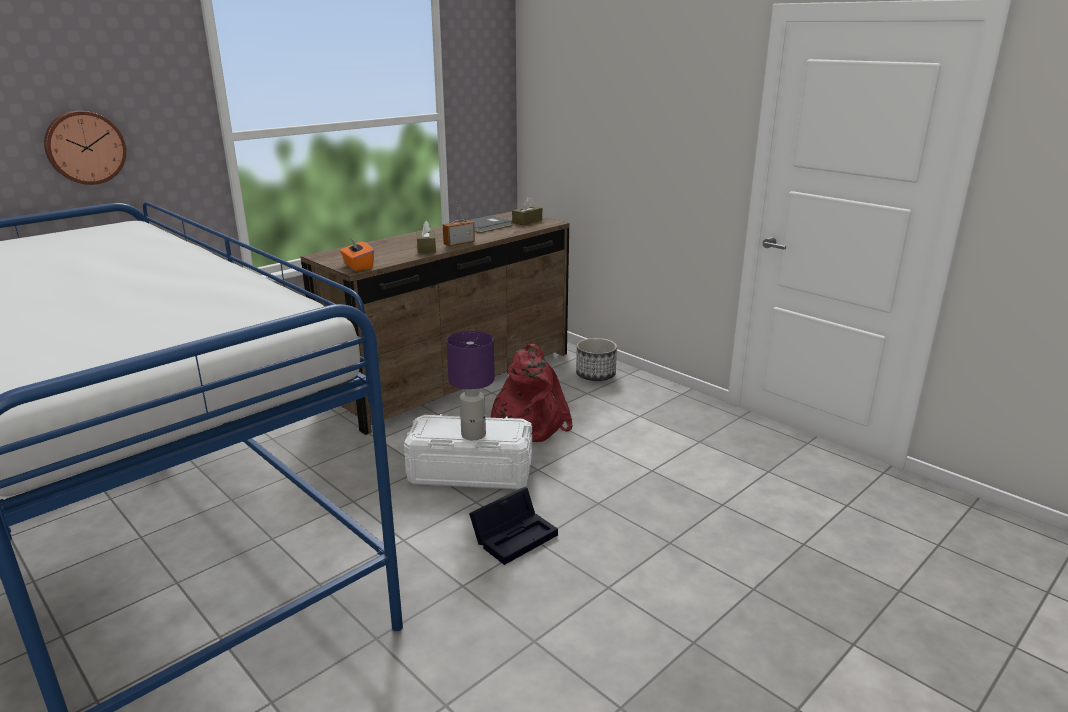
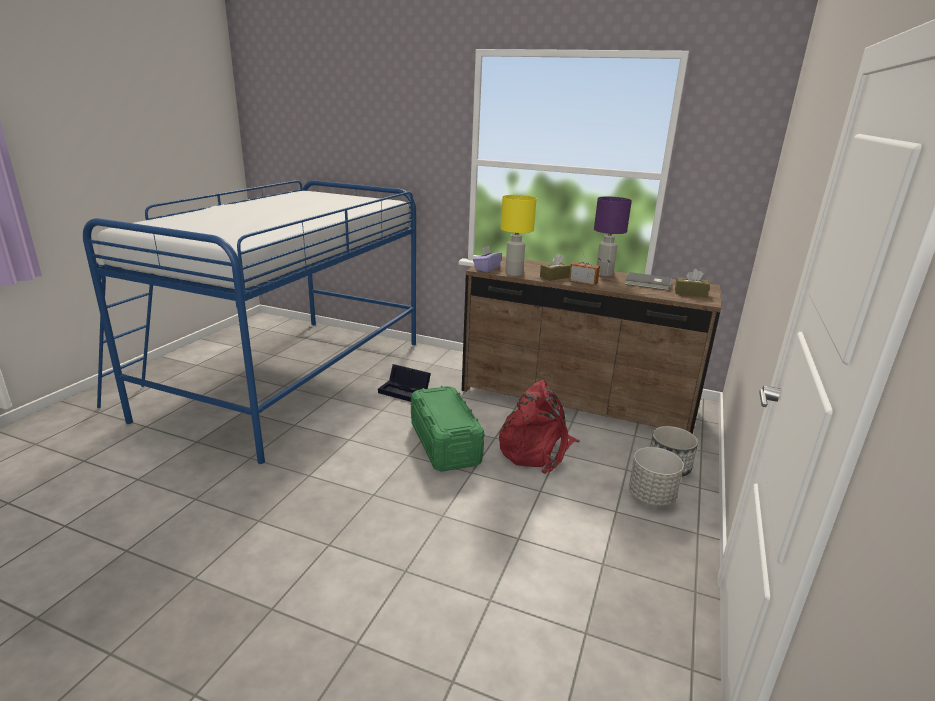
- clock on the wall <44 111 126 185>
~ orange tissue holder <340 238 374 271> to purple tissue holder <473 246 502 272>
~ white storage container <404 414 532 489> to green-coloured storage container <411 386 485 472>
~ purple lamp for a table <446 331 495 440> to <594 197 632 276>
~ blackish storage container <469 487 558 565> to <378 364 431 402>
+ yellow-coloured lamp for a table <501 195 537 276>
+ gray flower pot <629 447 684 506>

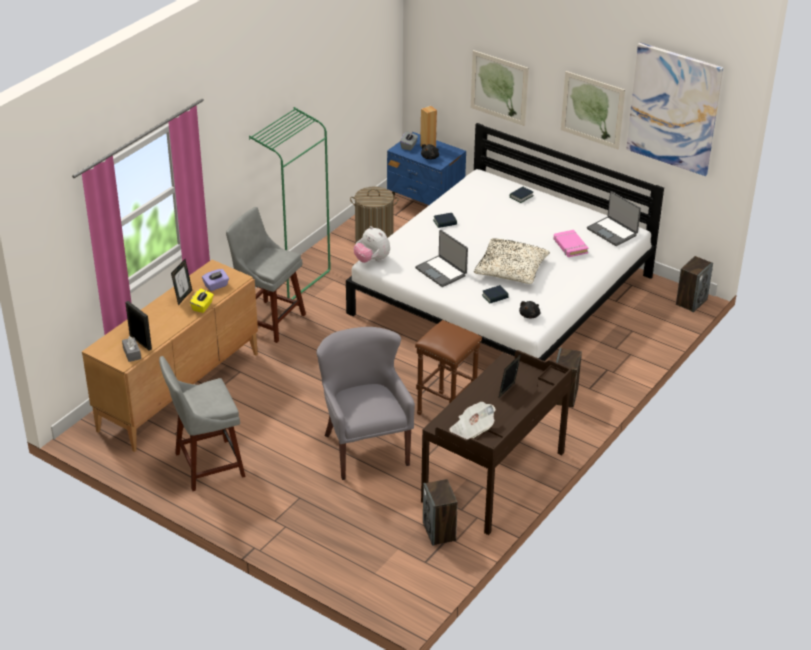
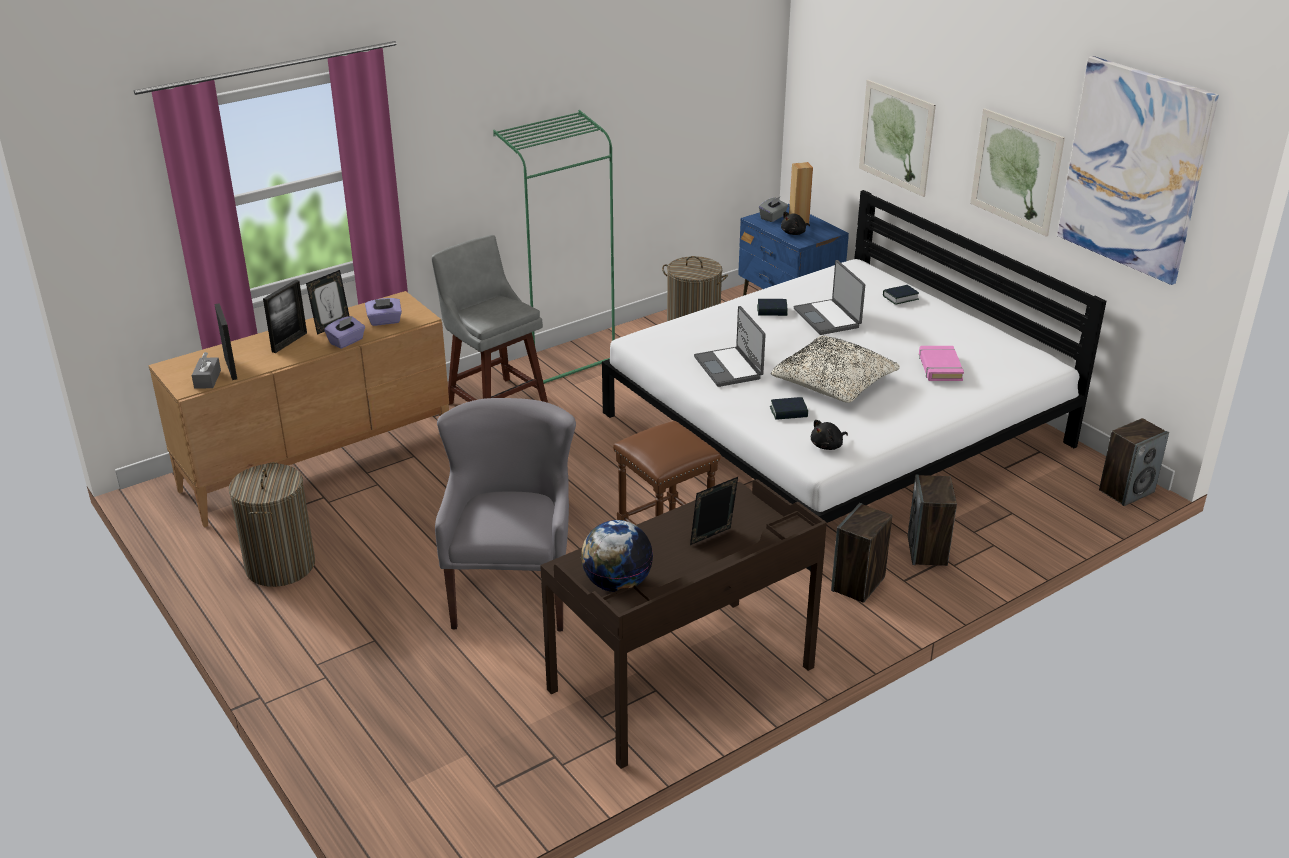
~ gray chair <159 356 245 491> to laundry basket <229 462 315 587>
~ yellow-coloured tissue holder <190 289 214 313> to purple tissue holder <324 316 365 349>
- cuddly toy <353 226 390 263>
~ loudspeaker <423 479 458 546> to <908 474 957 566>
~ newspaper <449 402 496 439> to globe <581 520 653 592>
~ portable computer <587 191 641 246> to <794 260 865 335>
+ standing frame <263 280 307 353>

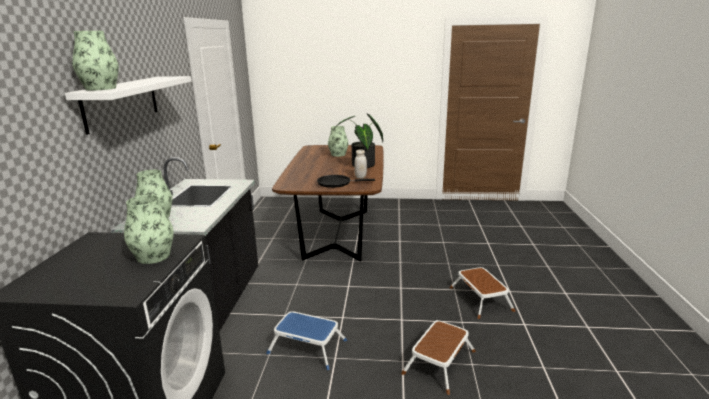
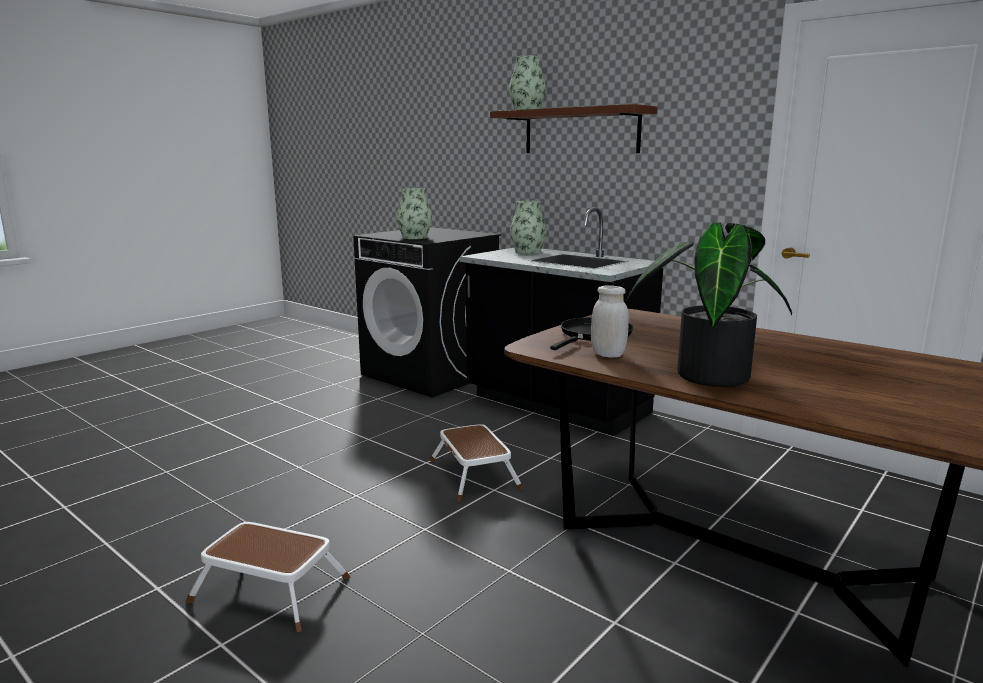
~ white wall shelf <65 76 191 135> to brownish wall shelf <490 104 658 153>
- blue stepladder <266 311 347 370>
- flower vase <328 126 348 157>
~ brownish stepladder <401 320 476 395> to <430 424 524 502>

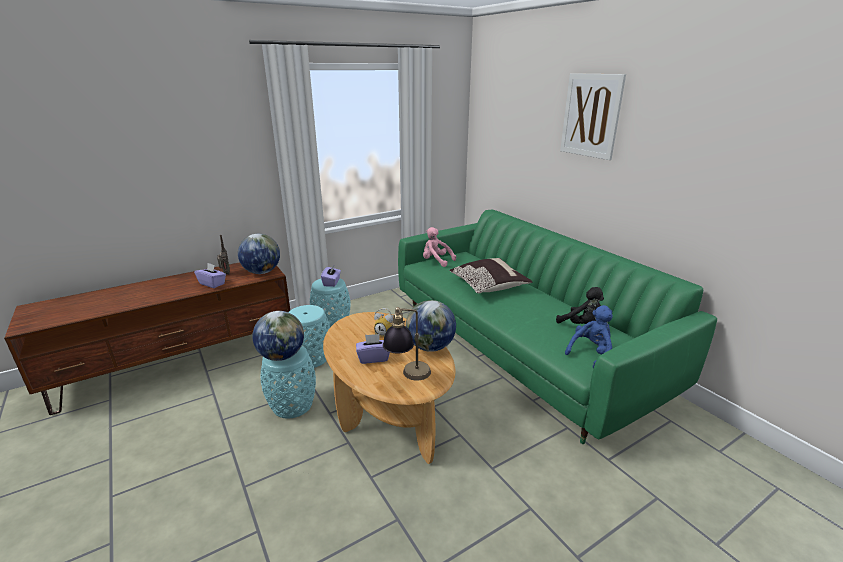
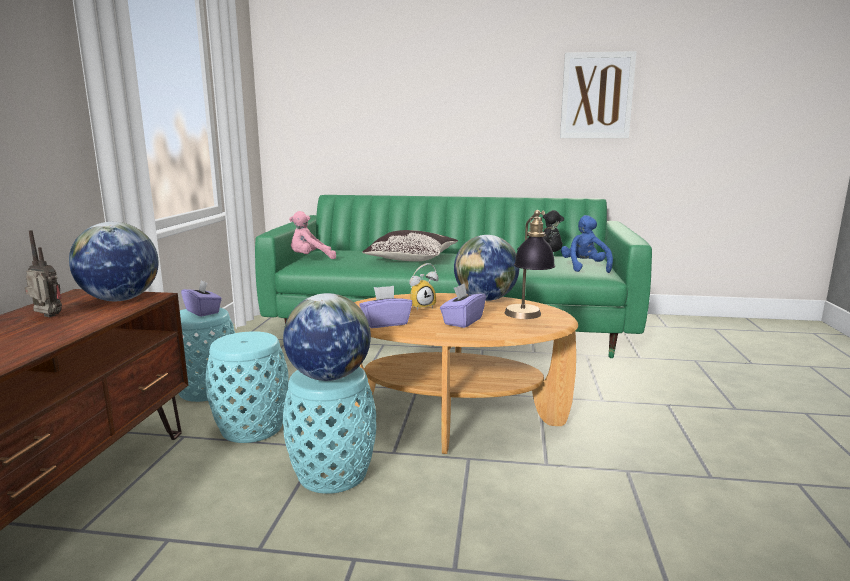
~ purple tissue holder <194 263 226 288> to <359 286 412 328>
~ wall art <560 73 626 160> to <560 51 637 138>

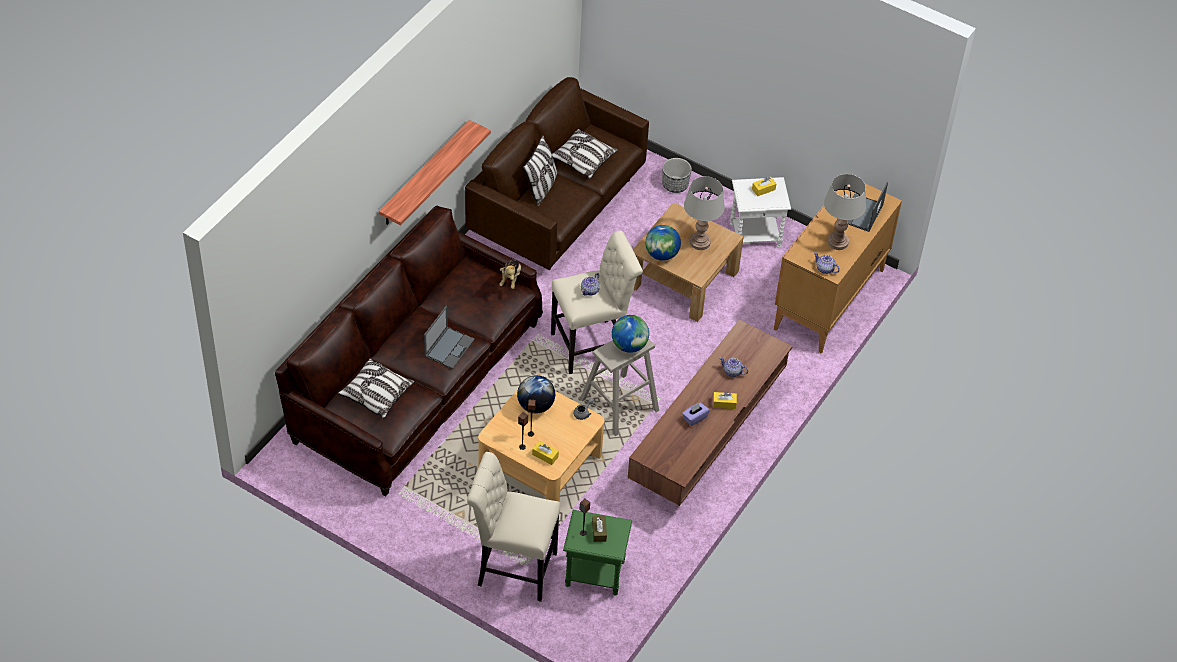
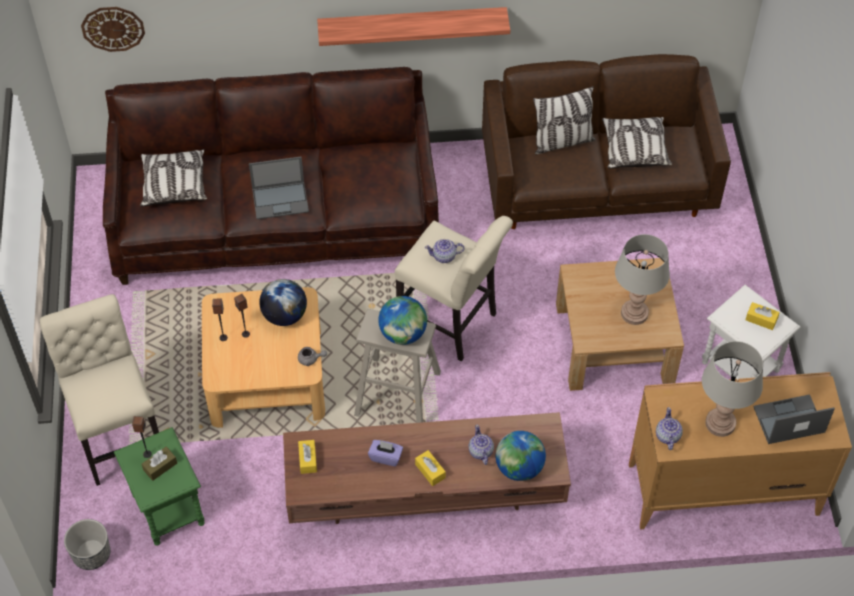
- cuddly toy <499 259 521 289>
~ yellow-coloured tissue holder <532 441 559 465> to <298 440 317 474>
~ globe <645 225 681 261> to <496 431 546 481>
~ flower pot <662 158 692 193> to <64 519 110 570>
+ clock on the wall <81 7 145 52>

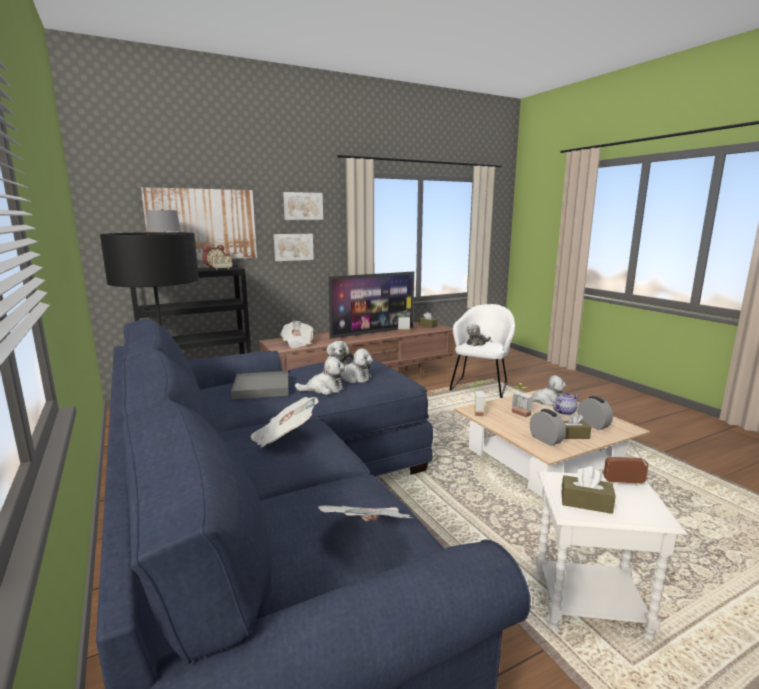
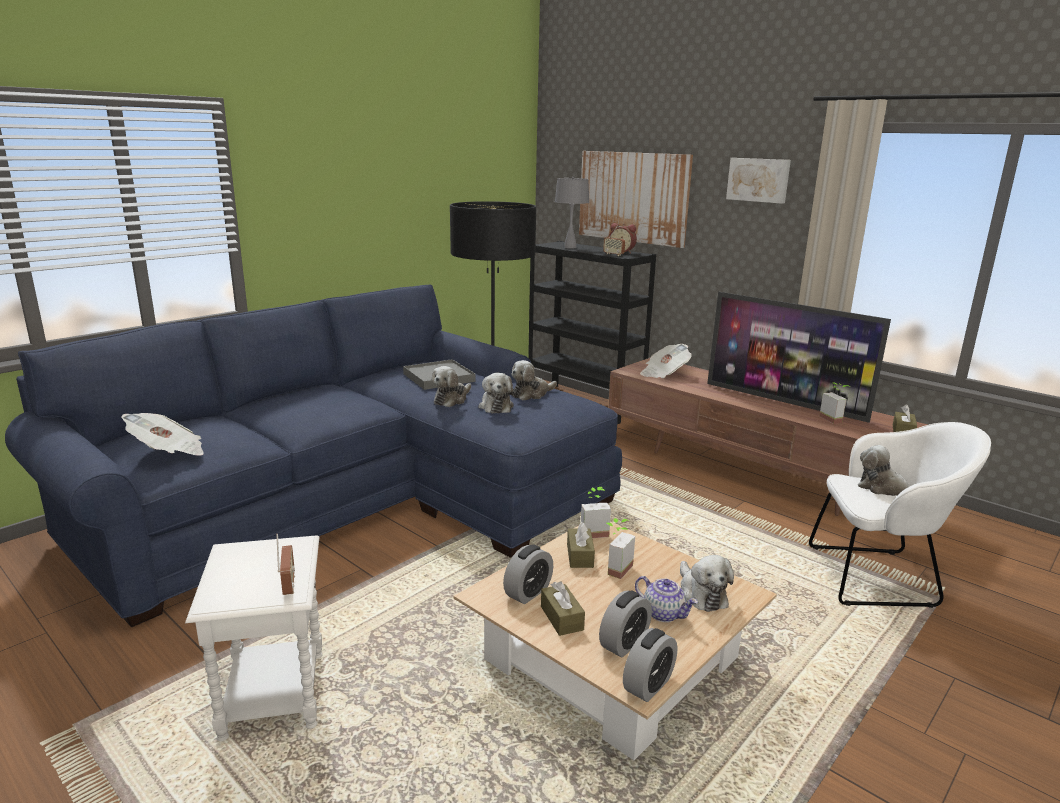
- newspaper <250 397 318 448>
- wall art <274 234 314 261>
~ cuddly toy <295 357 345 395> = <431 366 471 407> 60 degrees clockwise
~ brownish tissue holder <561 466 616 514> to <567 522 595 568>
+ bedside clock <623 628 677 702>

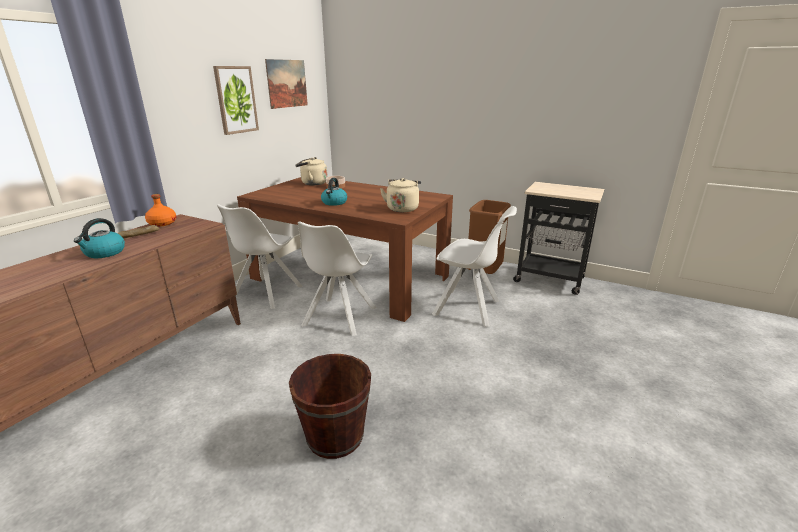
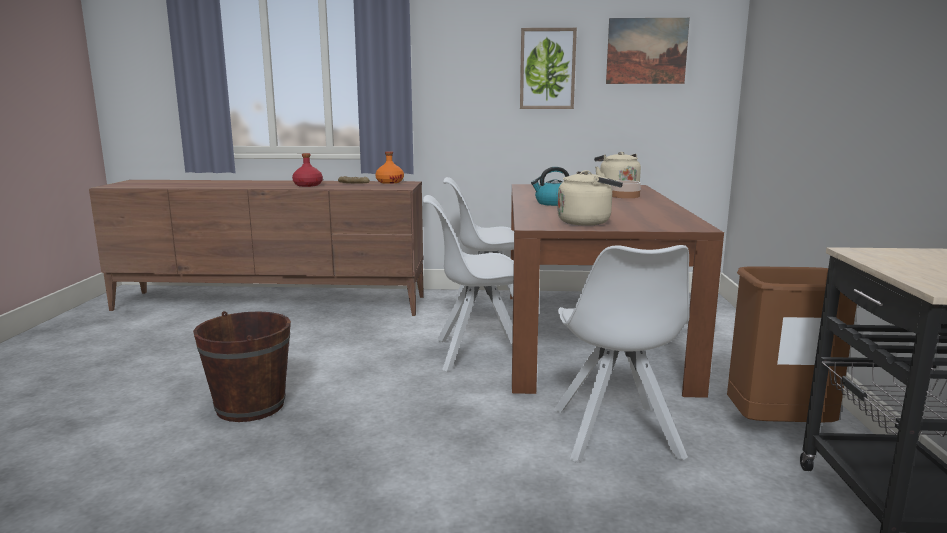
~ water kettle <74 218 125 258> to red-coloured drink bottle <292 153 323 187>

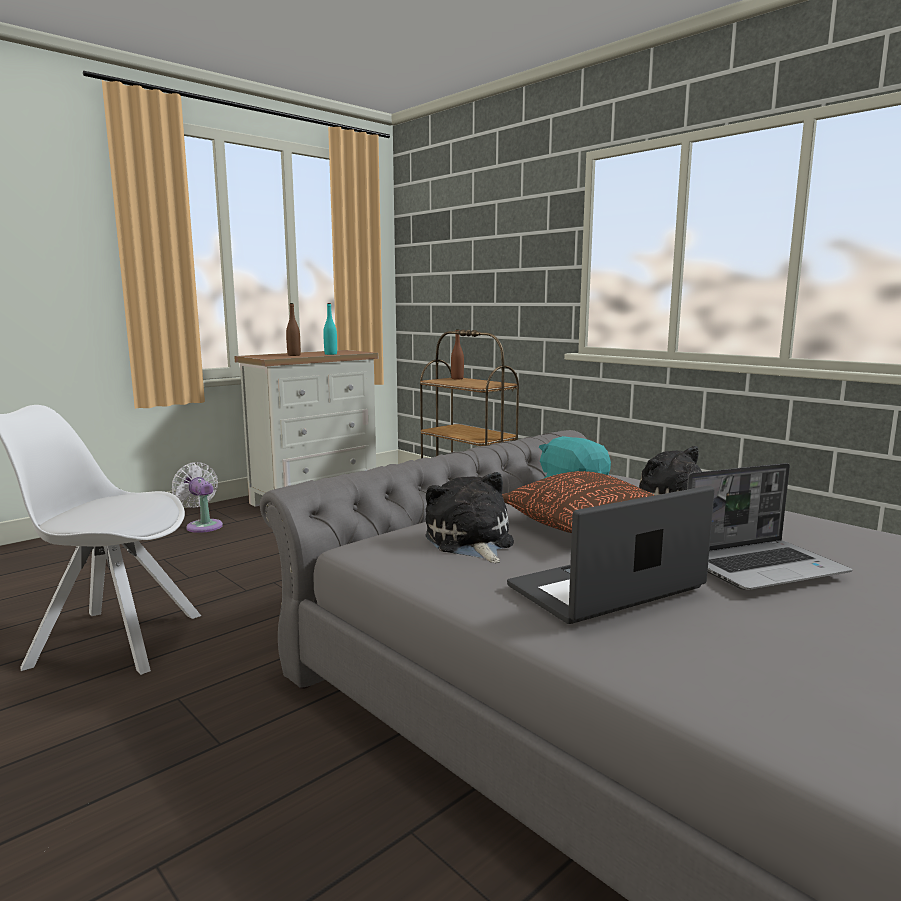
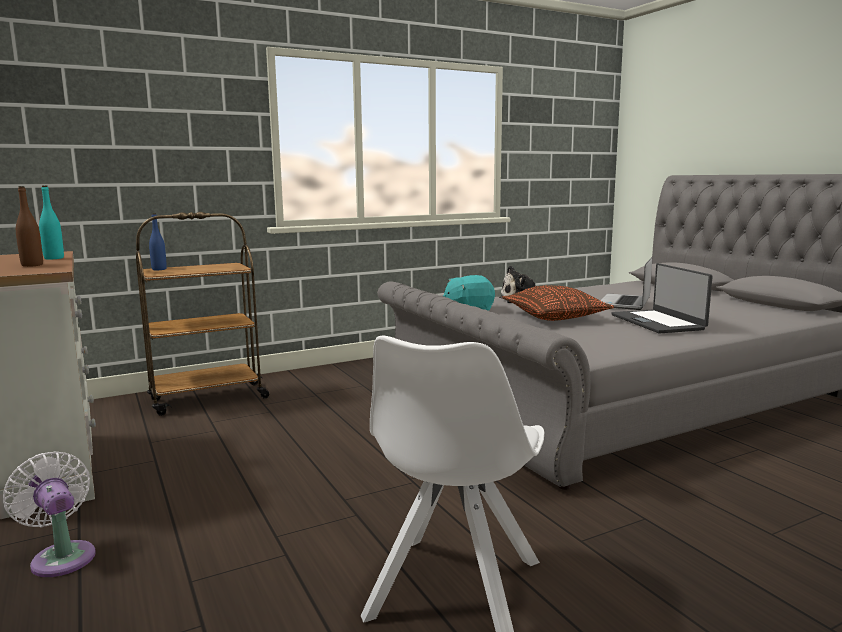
~ white fan <172 462 223 533> = <3 452 96 577> 75 degrees clockwise
- cuddly toy <425 472 514 563>
~ brownish drink bottle <451 329 464 379> to blue drink bottle <149 213 167 270>
~ portable computer <687 463 852 590> = <600 257 652 310> 150 degrees counterclockwise

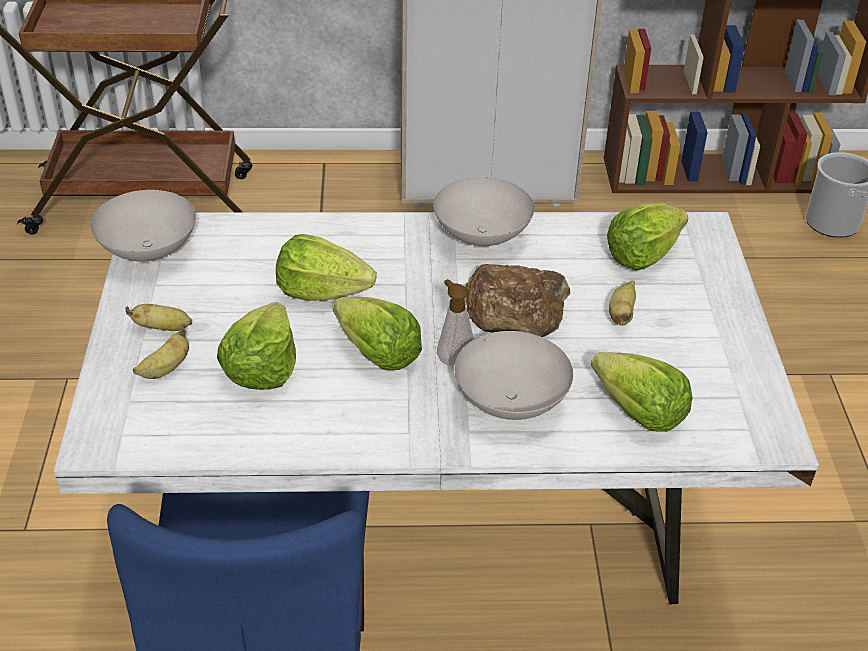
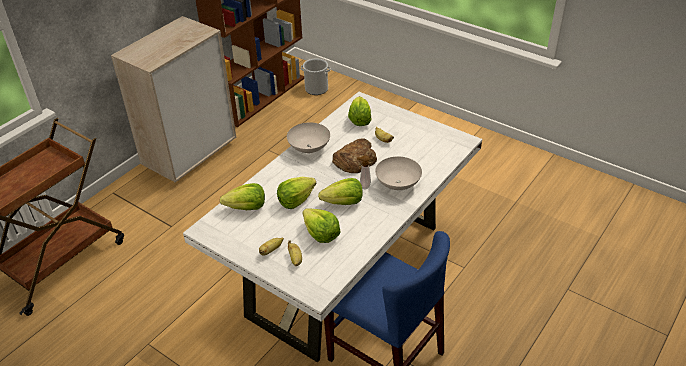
- white bowl <90 190 196 261>
~ head of lettuce <591 352 693 432> to <220 183 265 210>

